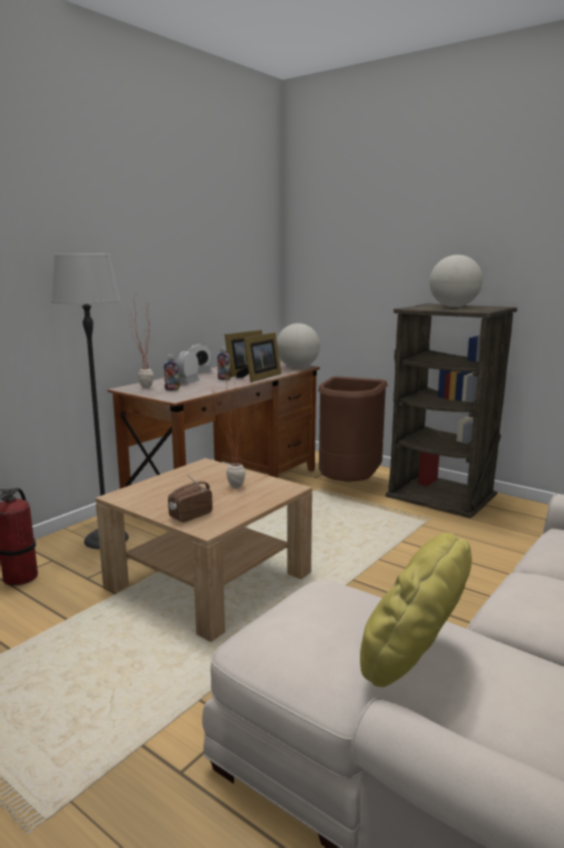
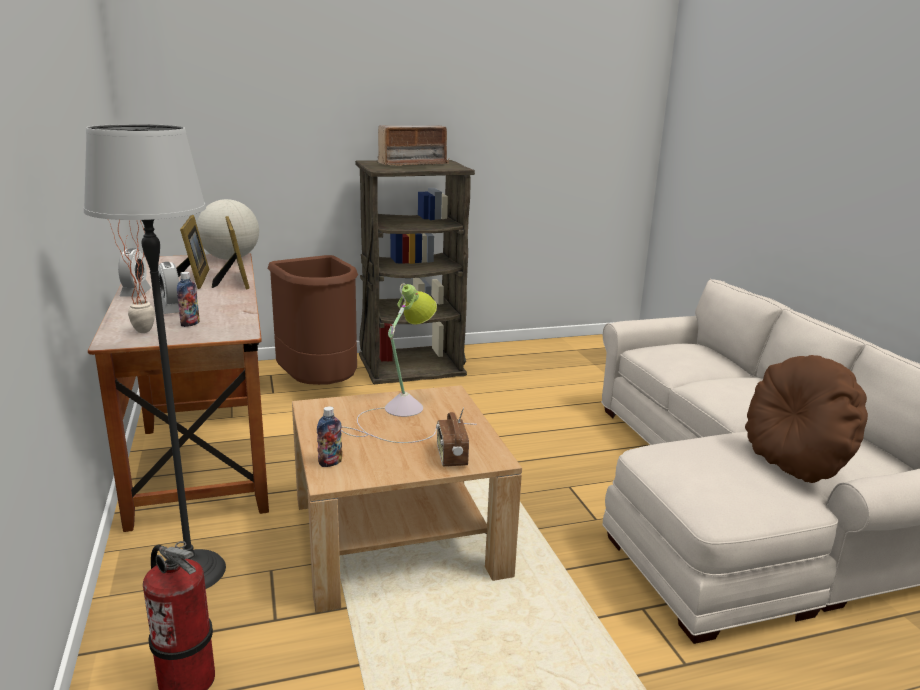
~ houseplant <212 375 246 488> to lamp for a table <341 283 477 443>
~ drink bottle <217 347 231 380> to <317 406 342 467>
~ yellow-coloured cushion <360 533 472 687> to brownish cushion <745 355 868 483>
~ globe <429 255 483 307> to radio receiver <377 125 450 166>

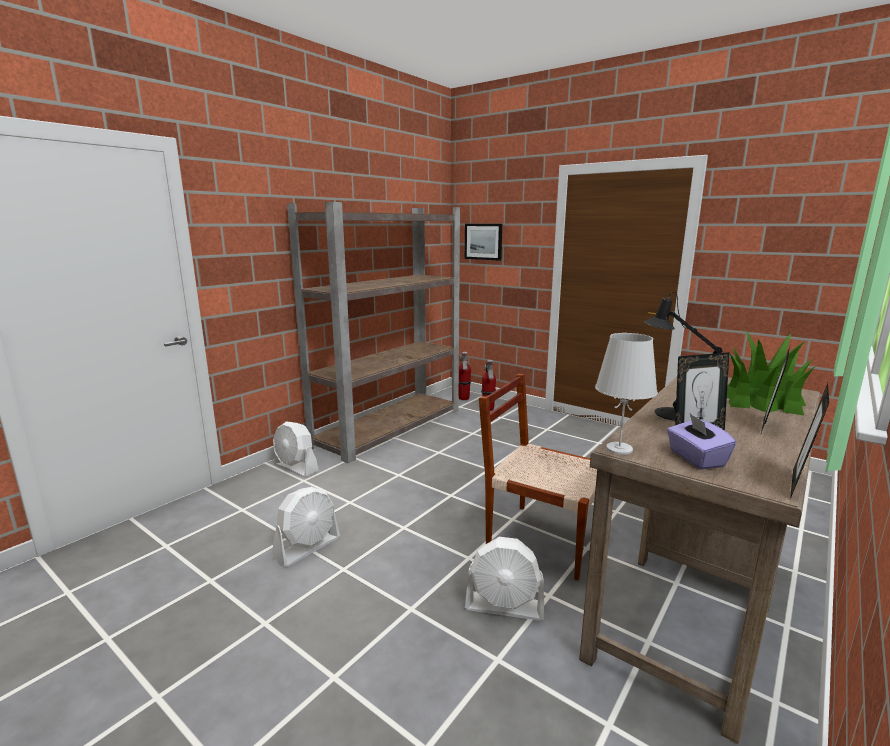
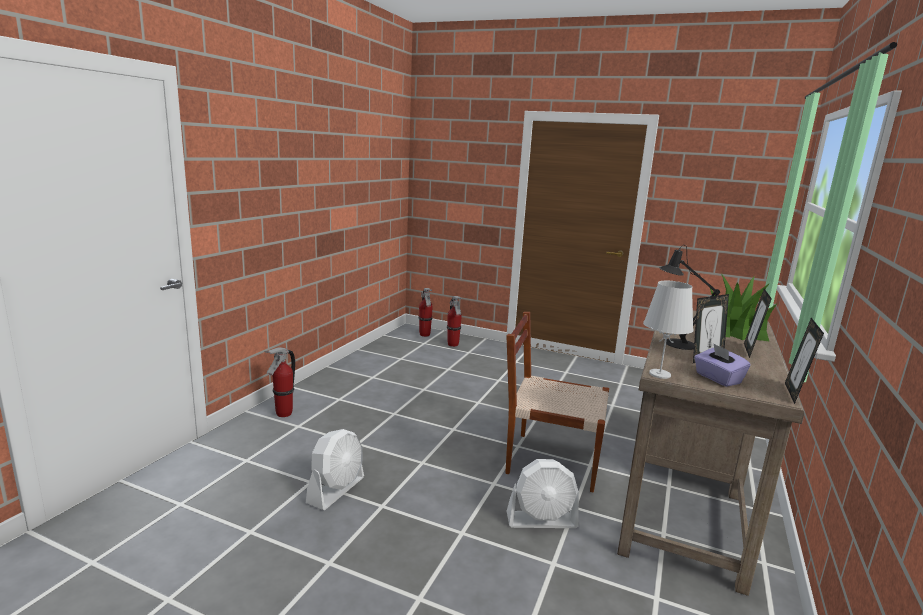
~ white fan <273 421 319 477> to fire extinguisher <265 347 295 417>
- brownish bookcase <287 202 460 463>
- wall art <465 224 502 261>

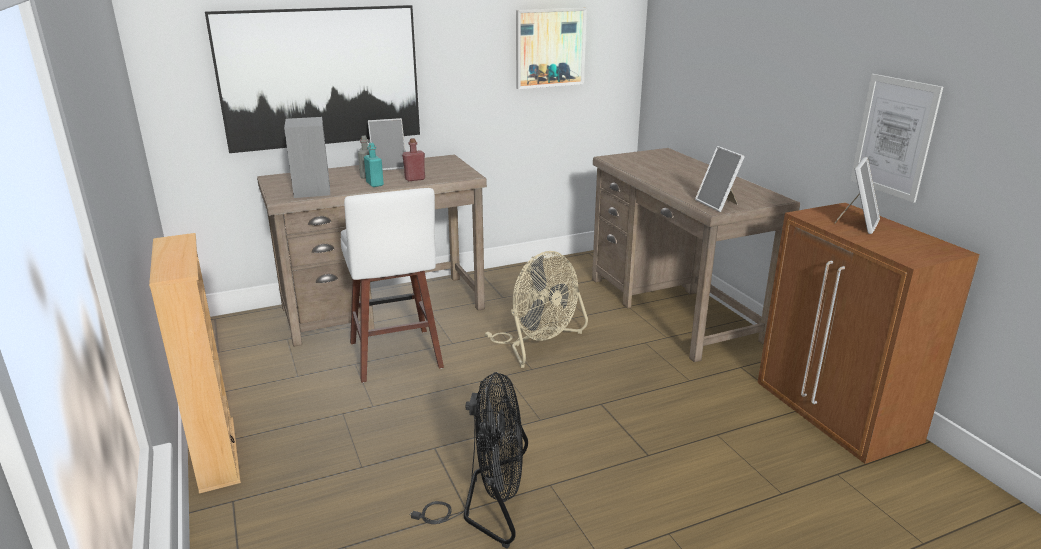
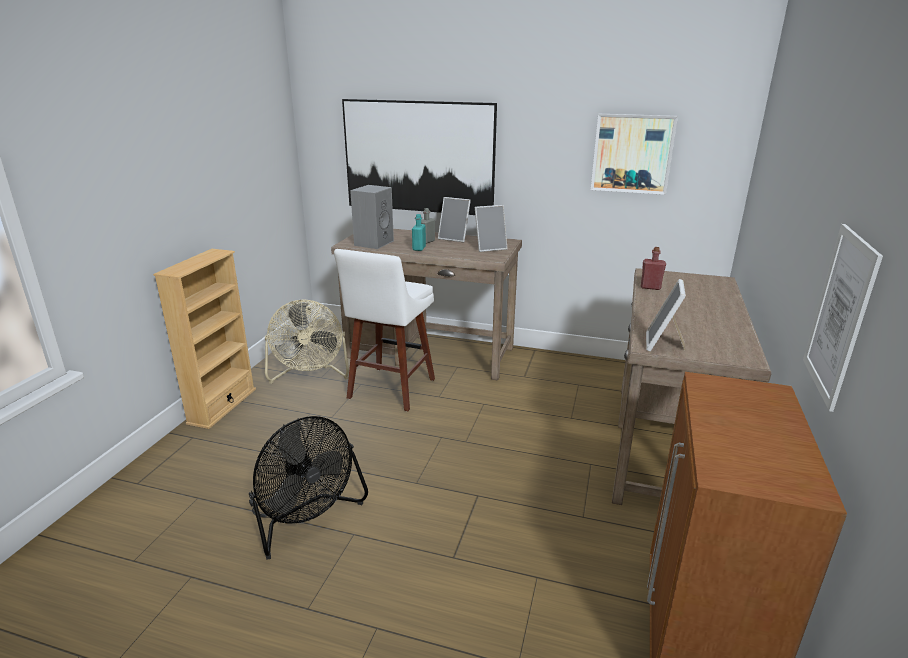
~ red-coloured drink bottle <402 138 425 181> to <641 247 666 290>
~ beige fan <485 251 588 368> to <265 300 349 384>
~ standing frame <835 157 880 234> to <475 205 508 252>

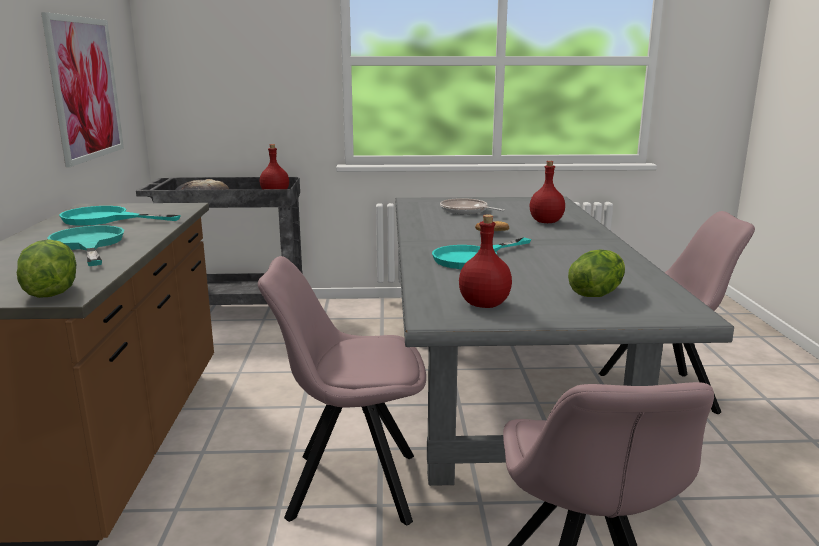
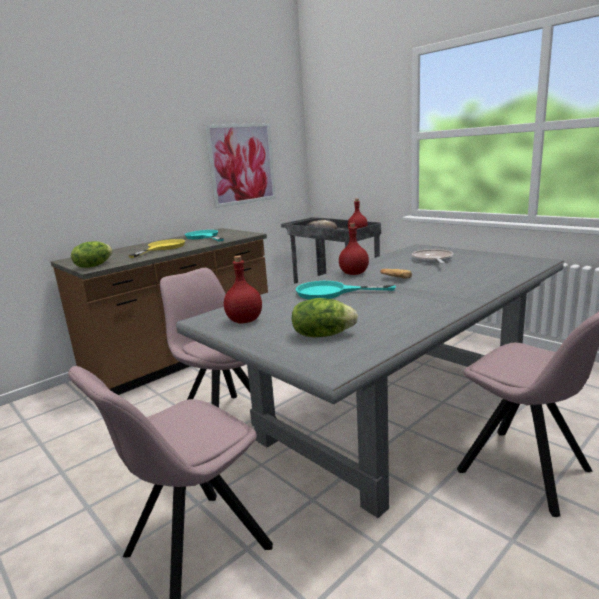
~ turquoise-coloured frying pan <48 225 124 266> to yellow-coloured frying pan <128 239 185 258>
~ red-coloured drink bottle <530 161 565 223> to <339 223 369 275>

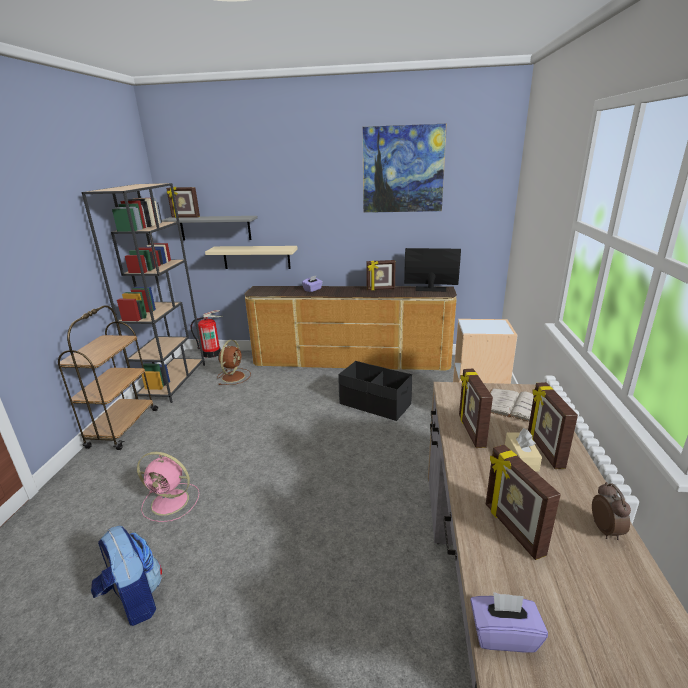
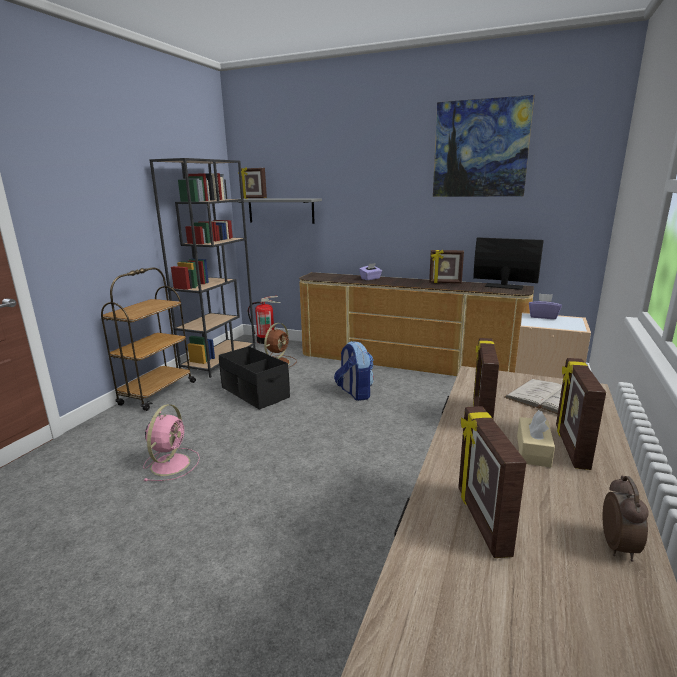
~ backpack <91 526 162 626> to <334 341 374 401>
~ pinkish fan <137 452 199 522> = <143 404 200 481> 105 degrees counterclockwise
- beige wall shelf <205 246 298 269>
~ blackish storage container <338 361 412 421> to <219 346 290 410>
~ purple tissue holder <470 592 548 653> to <529 293 562 319>

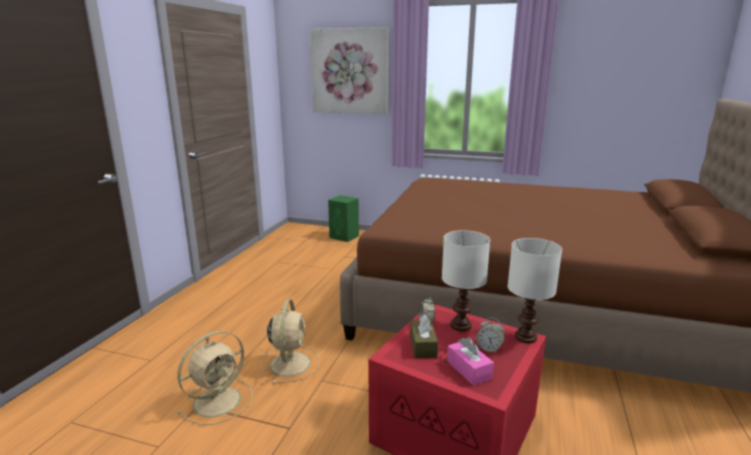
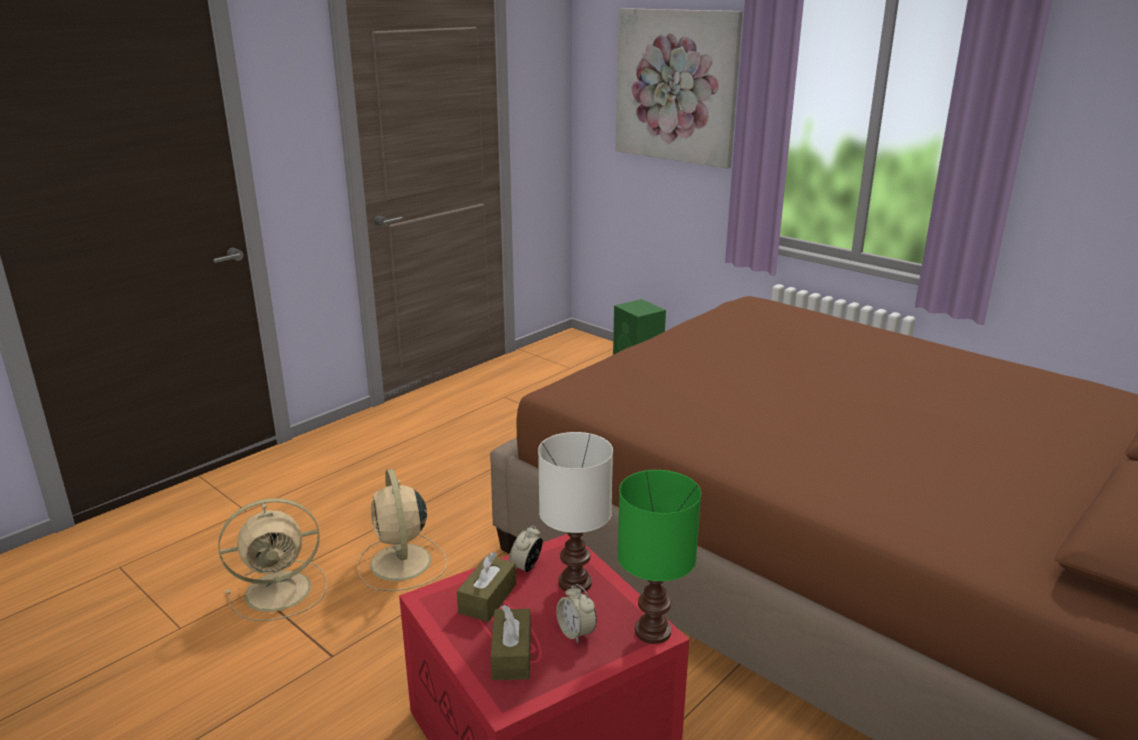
~ beige fan <261 299 320 384> = <357 469 447 591> 135 degrees clockwise
~ pinkish tissue holder <447 337 494 386> to brownish tissue holder <491 605 531 680>
~ white lamp for a table <508 238 562 343> to green-coloured lamp for a table <617 470 701 644>

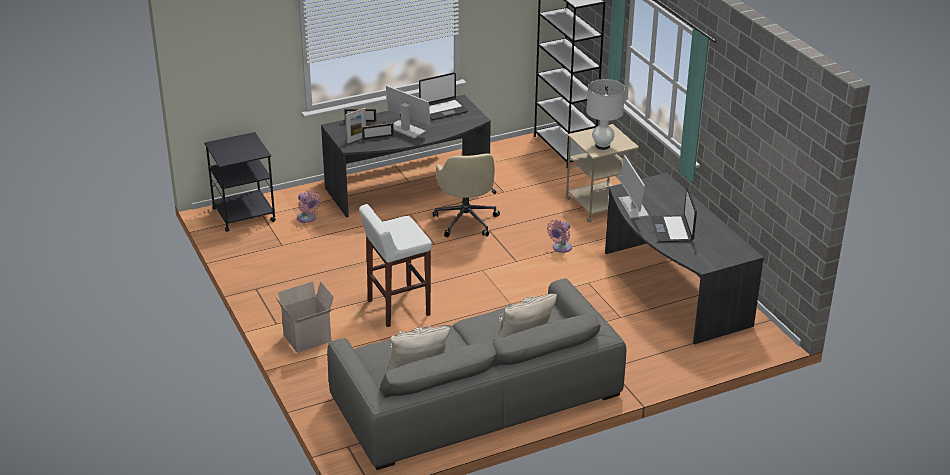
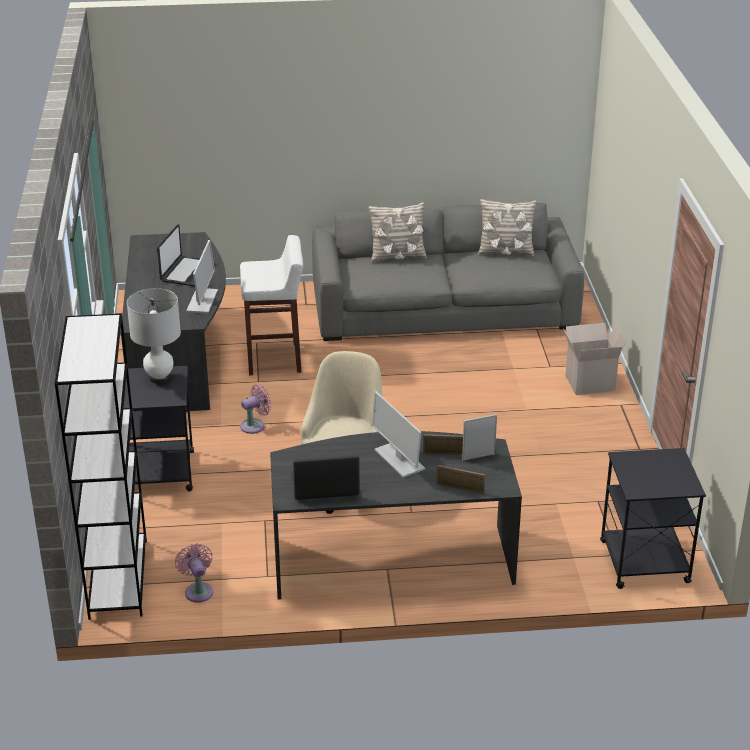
~ pinkish fan <297 190 321 223> to <175 543 213 603>
~ white sitting stool <359 204 432 327> to <240 235 303 376>
~ beige trolley <565 124 639 222> to blackish trolley <124 366 194 491>

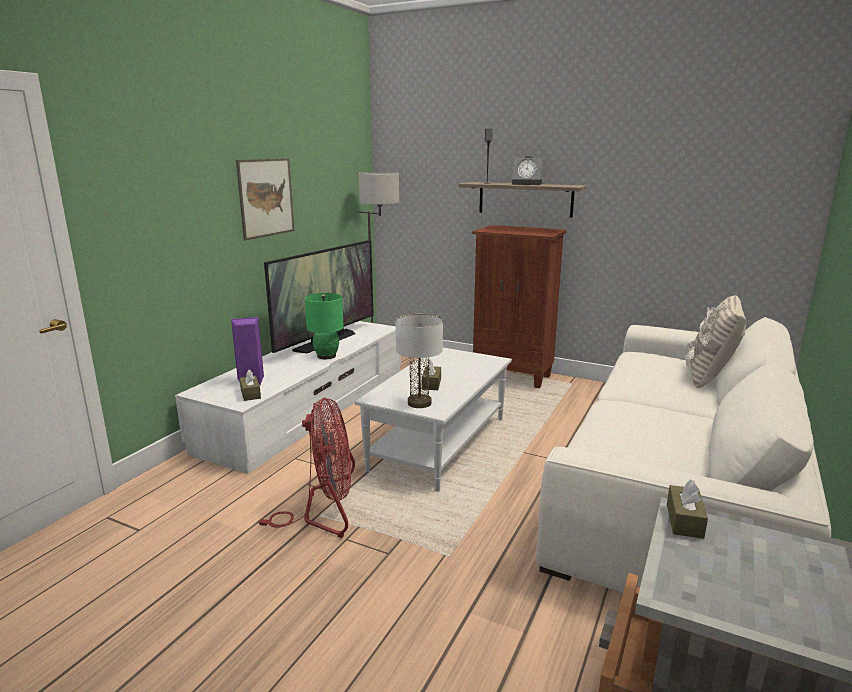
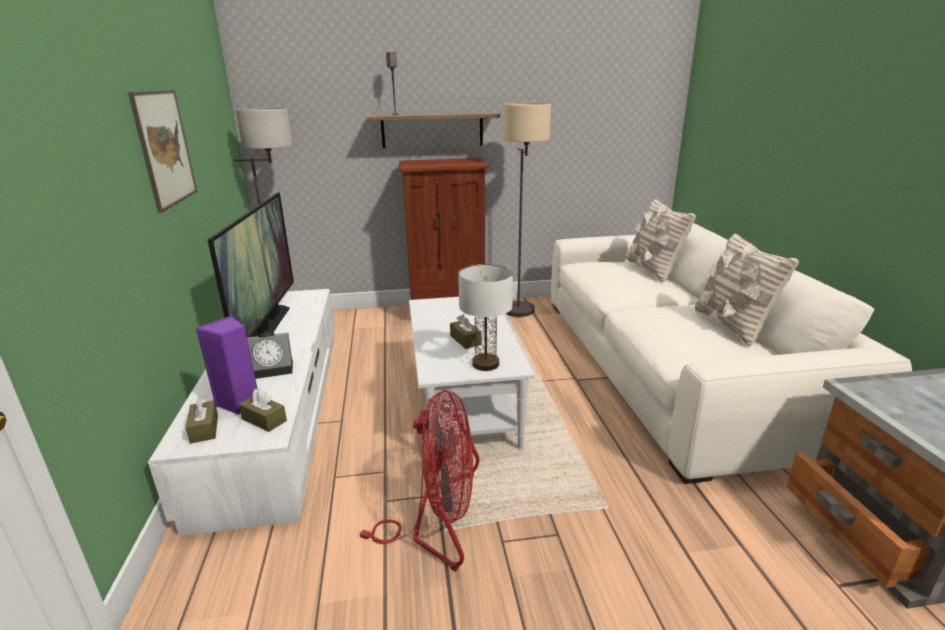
~ red-coloured fan <259 398 355 538> = <359 390 479 572> 45 degrees clockwise
- green-coloured lamp for a table <305 293 344 359>
~ bedside clock <512 156 543 185> to <247 332 293 379>
~ brownish tissue holder <667 479 708 539> to <186 396 218 444>
+ beige standard lamp <504 103 551 317>
+ beige cushion <695 234 799 346>

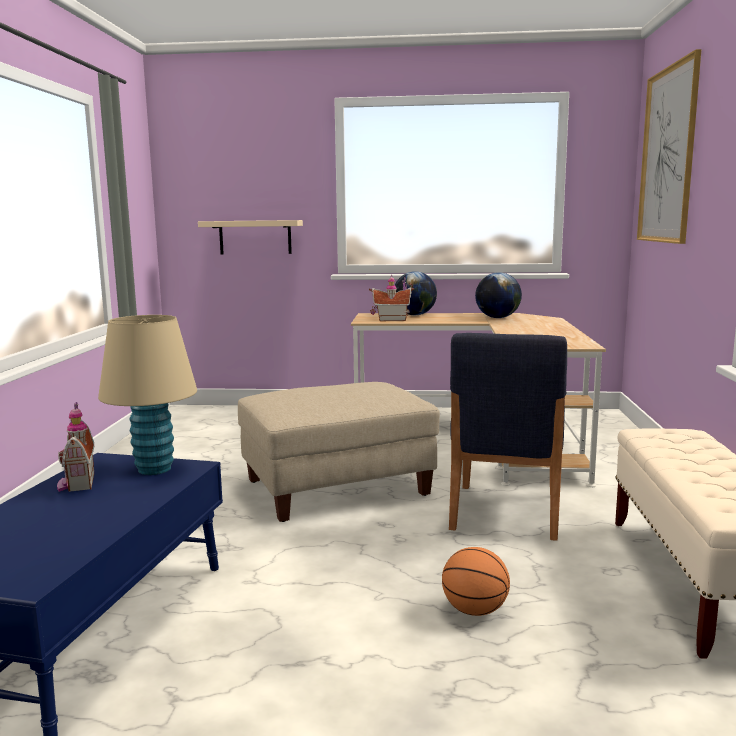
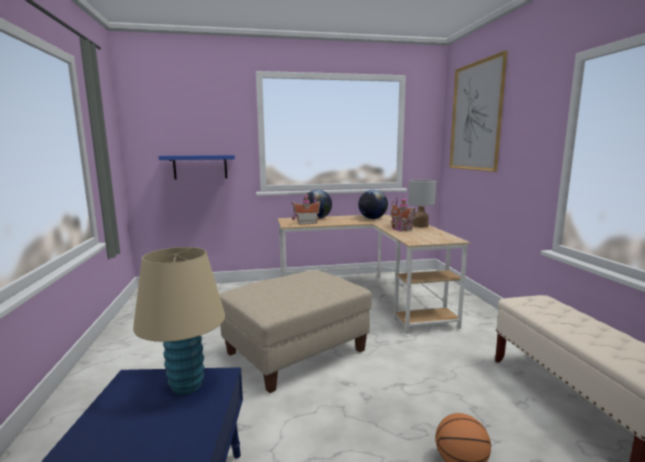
~ miniature house <57 402 94 492> to <390 196 416 231>
~ beige wall shelf <198 220 303 254> to blue wall shelf <158 155 235 179>
- blue chair <449 333 567 541>
+ gray lamp for a table <408 180 436 227>

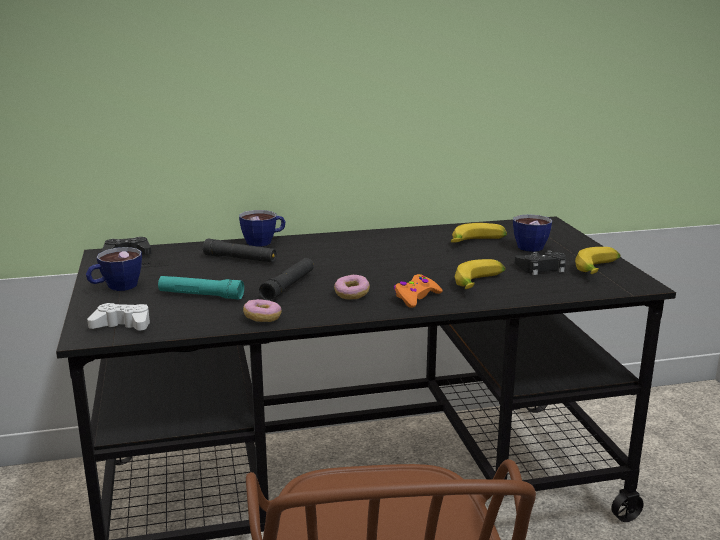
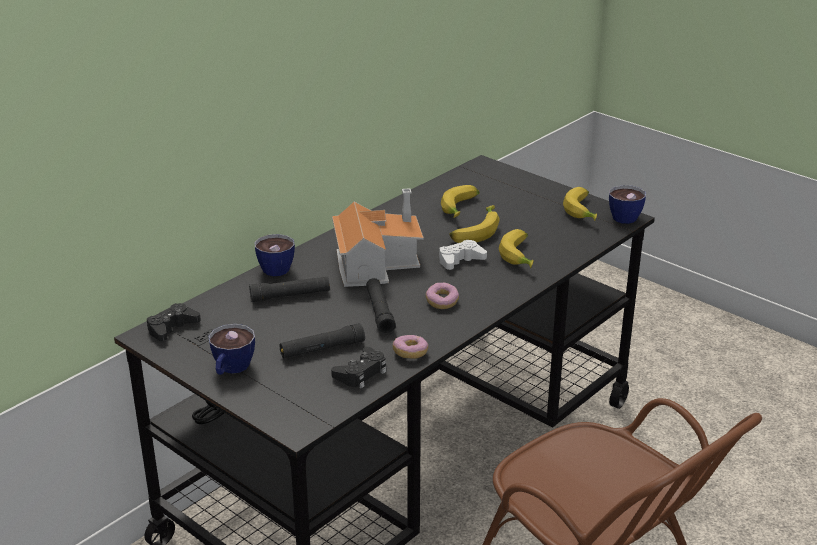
~ white game controller <87 303 150 330> to <439 240 487 270>
~ turquoise-coloured flashlight <158 276 244 300> to blackish flashlight <280 323 365 358>
- orange game controller <394 274 443 308>
~ cup <513 214 552 252> to <609 185 646 224>
~ blackish game controller <515 250 566 275> to <331 347 387 388>
+ miniature house <332 188 424 287>
+ banana <450 205 500 243>

